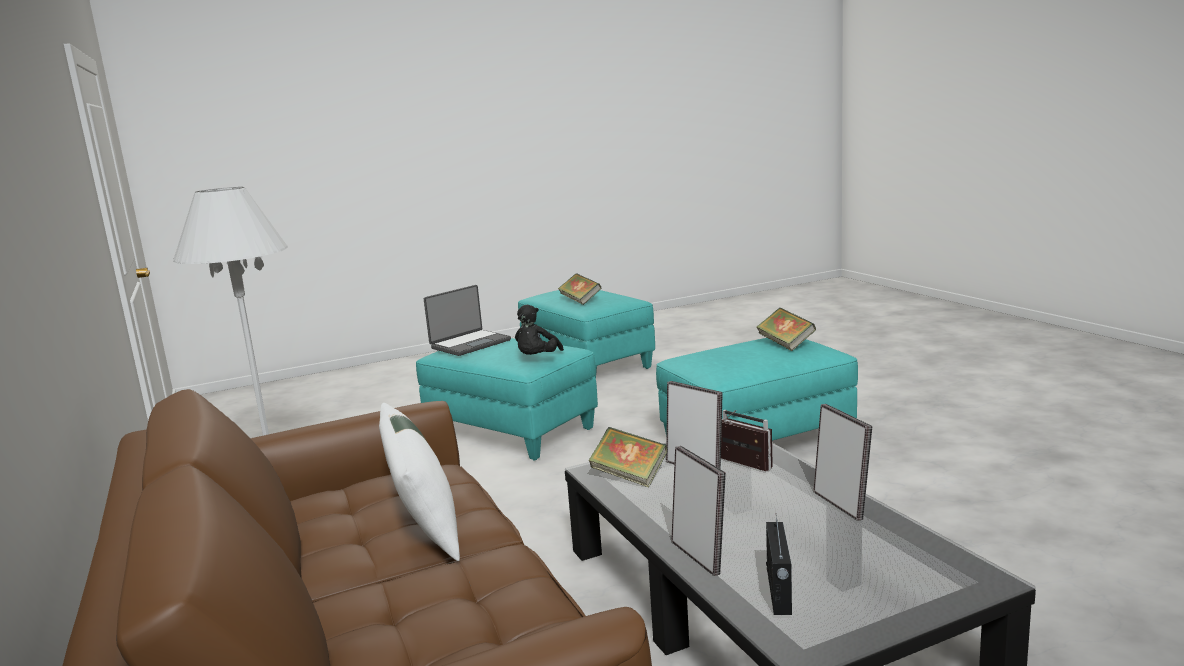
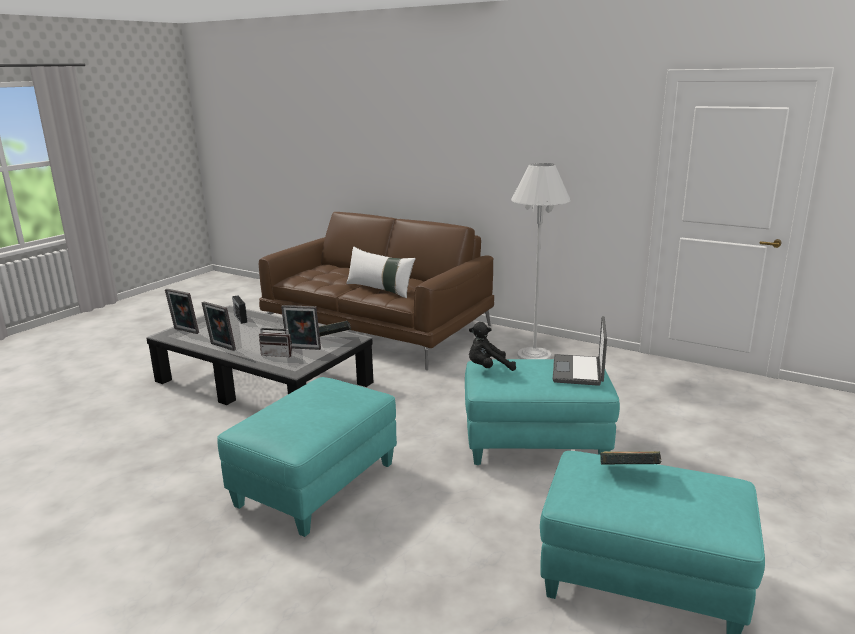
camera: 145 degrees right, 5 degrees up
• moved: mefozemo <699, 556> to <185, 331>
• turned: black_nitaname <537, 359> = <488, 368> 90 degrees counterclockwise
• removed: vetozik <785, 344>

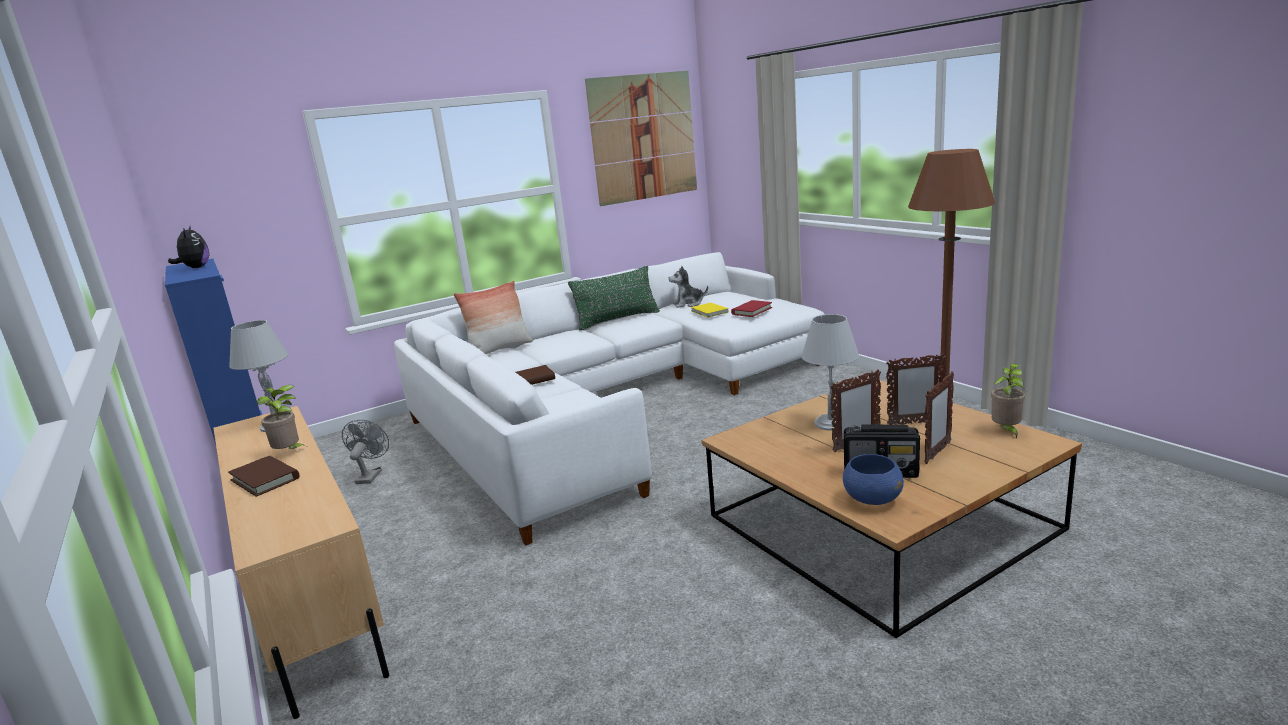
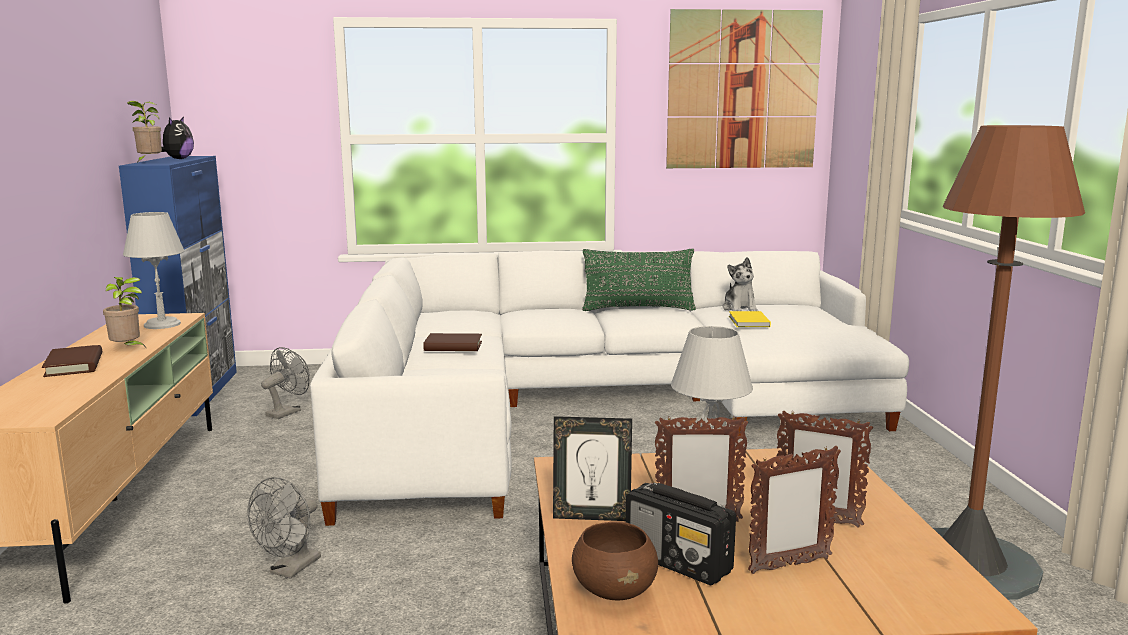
camera: 25 degrees right, 5 degrees down
• moved: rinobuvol <1006, 431> to <148, 162>
• added: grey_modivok <290, 570>
• added: mefozemo <591, 516>
• recoloured: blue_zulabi <872, 499> to brown_zulabi <615, 591>
• turned: nitaname <688, 304> = <739, 309> 120 degrees counterclockwise
• removed: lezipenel <499, 349>
• removed: red_vetozik <751, 311>

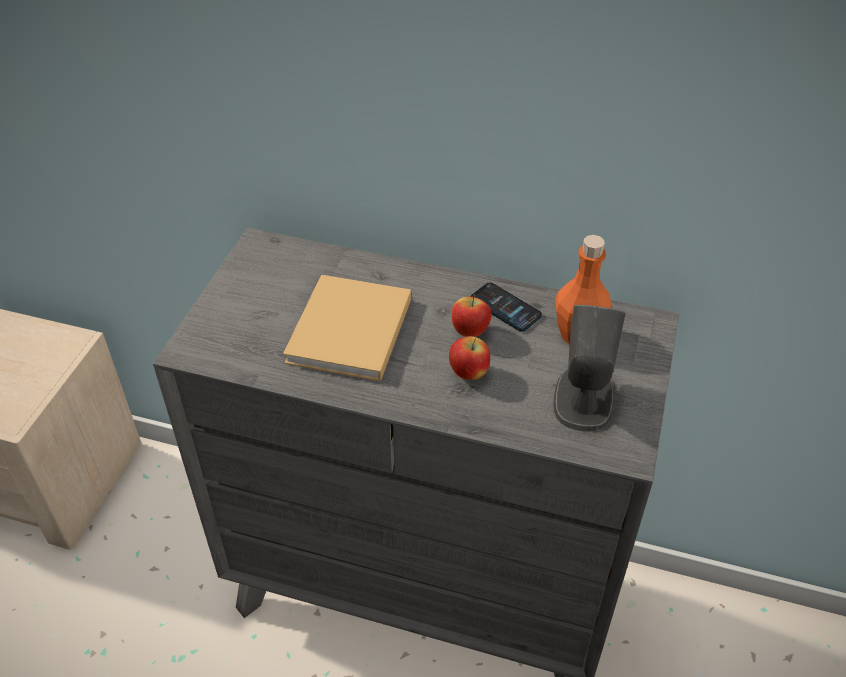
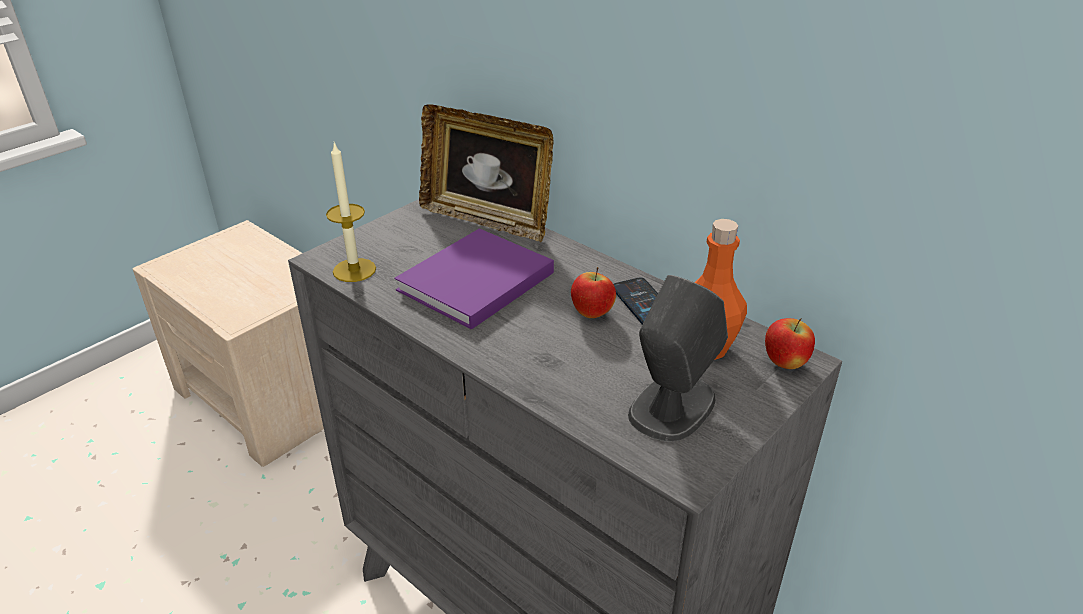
camera: 25 degrees right, 10 degrees down
• added: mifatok <354, 270>
• recoloured: beige_vetozik <348, 333> to purple_vetozik <473, 283>
• added: mefozemo <487, 219>
• moved: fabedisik <468, 373> to <784, 363>

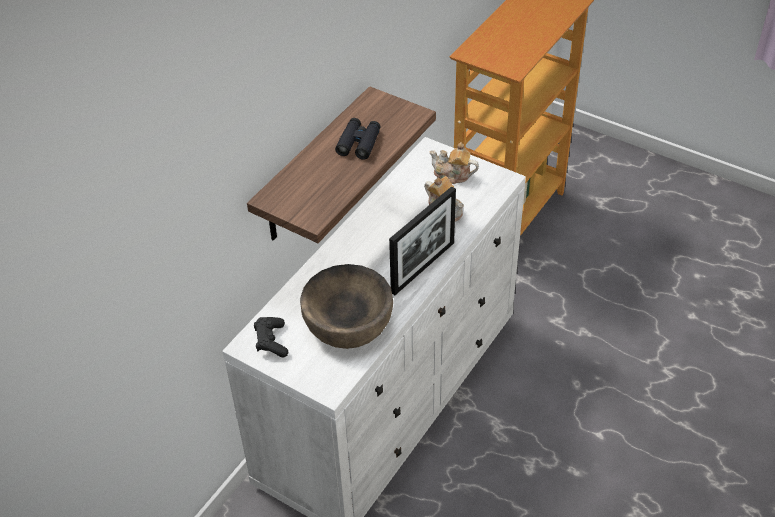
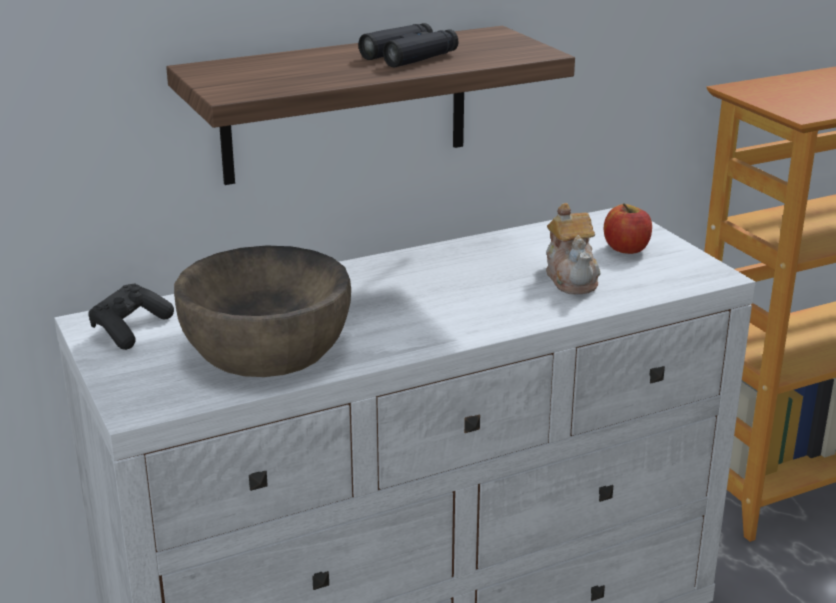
camera: 30 degrees right, 20 degrees down
• replaced: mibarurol <452, 175> to fabedisik <626, 249>
• removed: mefozemo <423, 267>

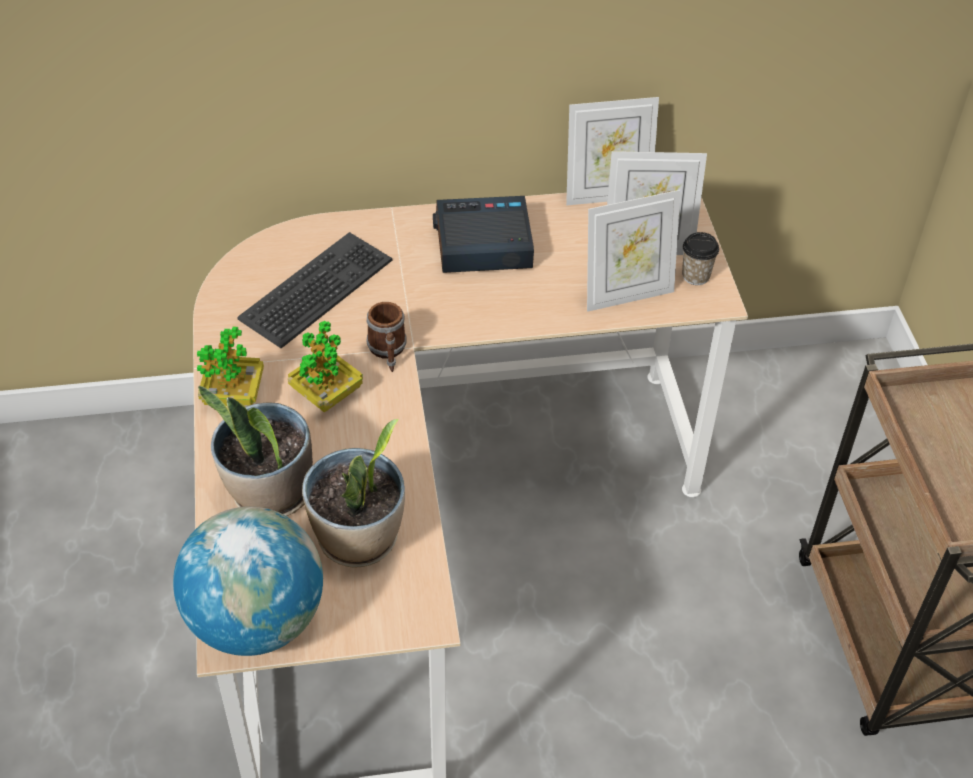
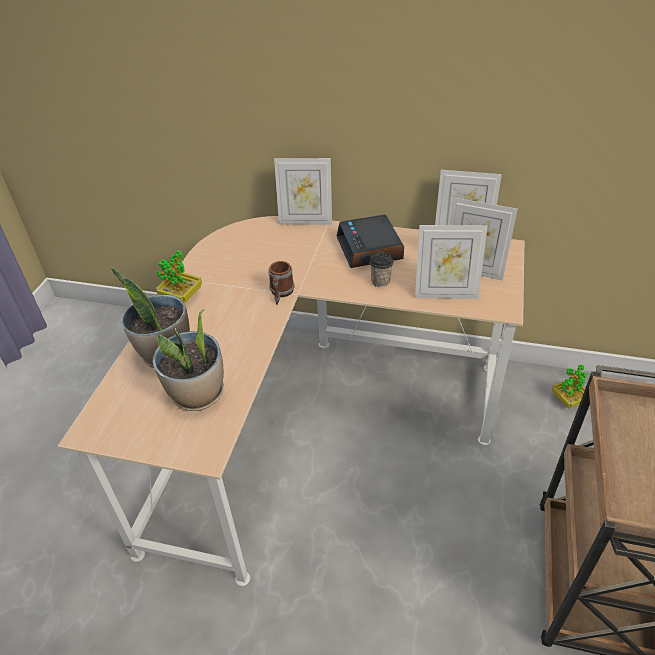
camera: 25 degrees right, 5 degrees down
• added: mefozemo <305, 221>
• turned: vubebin <482, 245> = <370, 249> 120 degrees counterclockwise
• moved: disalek <695, 276> to <380, 281>
• moved: rinobuvol <327, 395> to <568, 400>
• removed: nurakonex <256, 621>
• removed: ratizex <318, 291>

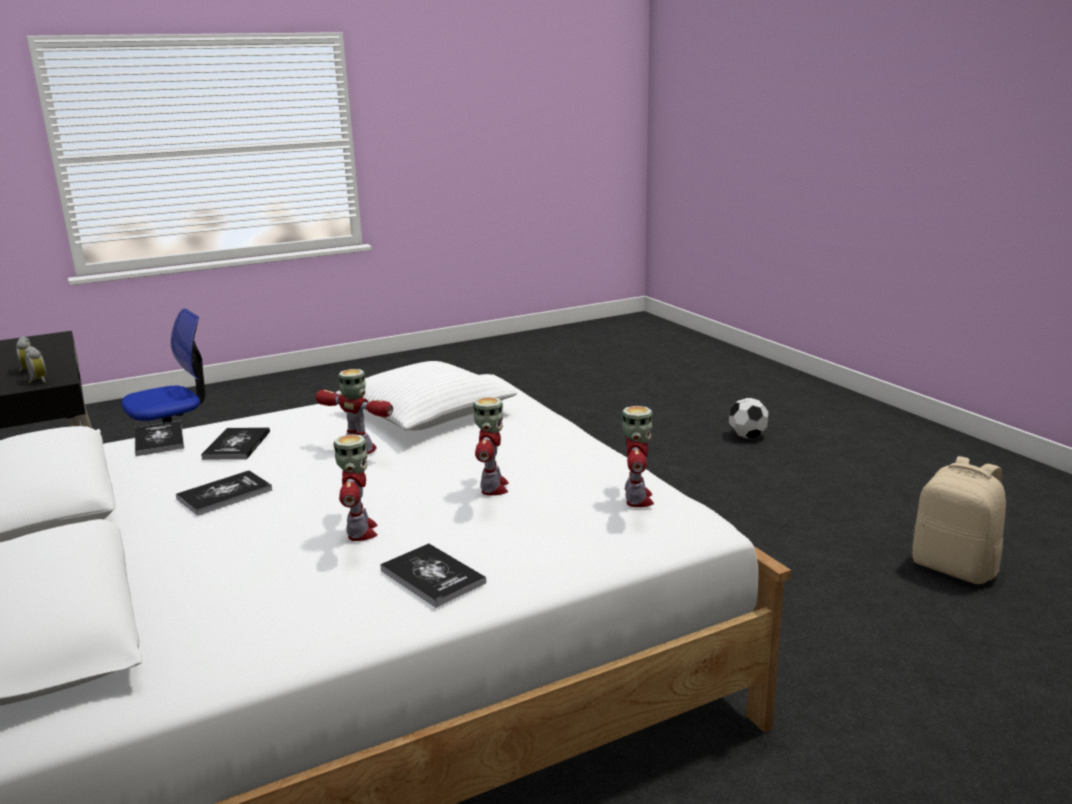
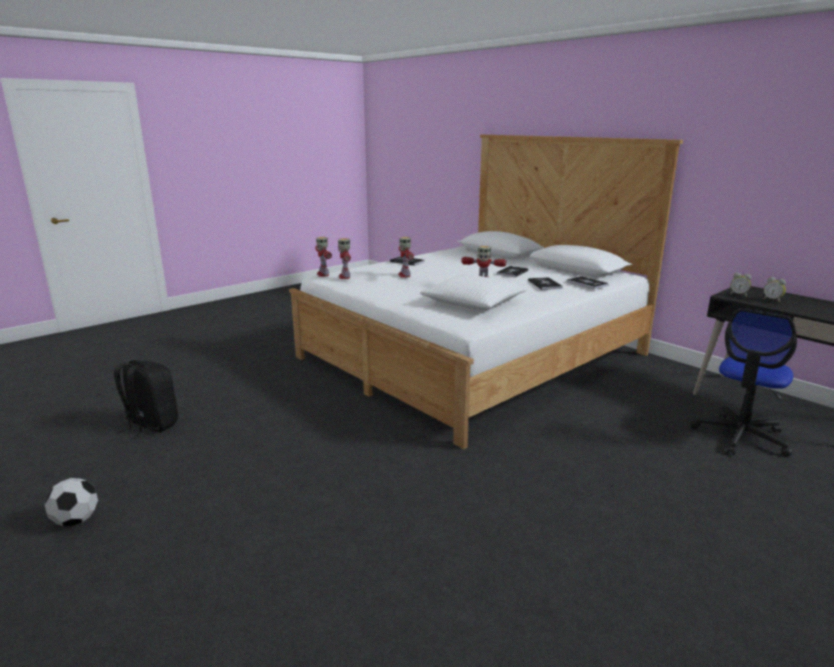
camera: 165 degrees right, 0 degrees up
• moved: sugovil <747, 436> to <76, 520>
• recoloured: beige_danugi <954, 568> to black_danugi <151, 425>
• moved: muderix <360, 532> to <323, 274>

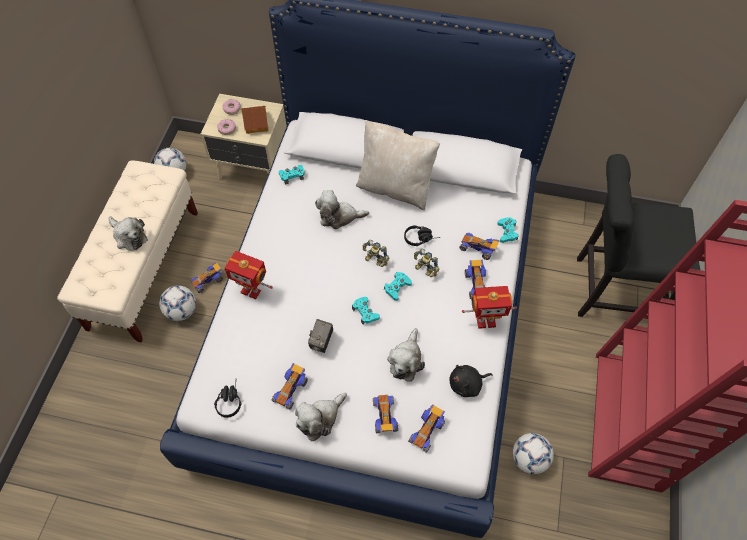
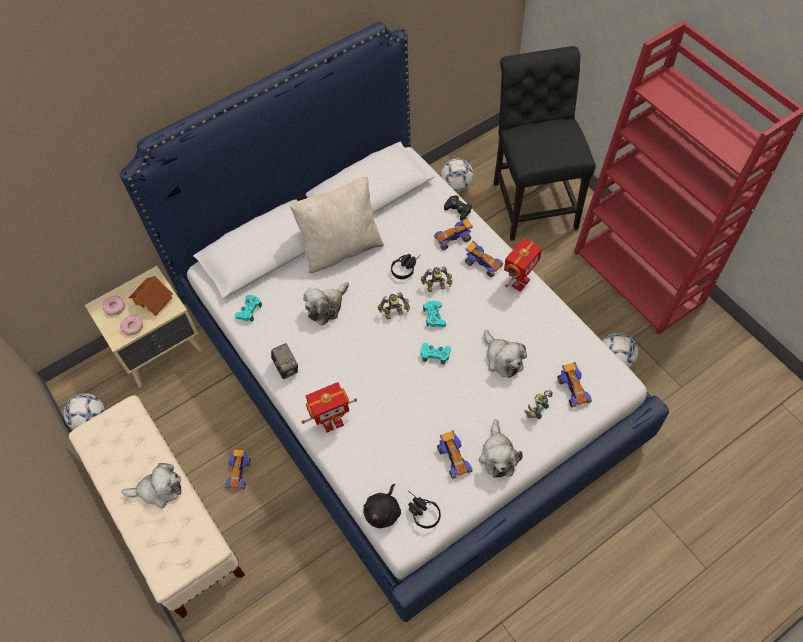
camera: 45 degrees left, 0 degrees up
• moved: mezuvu <321, 342> to <286, 367>
• moved: black_nitaname <467, 384> to <383, 511>
• moved: sugovil <181, 311> to <456, 186>
• recoloured: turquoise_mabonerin <507, 232> to black_mabonerin <458, 210>
• turned: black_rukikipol <610, 290> = <533, 201> 120 degrees clockwise
• replaced: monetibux <385, 417> to muderix <537, 409>

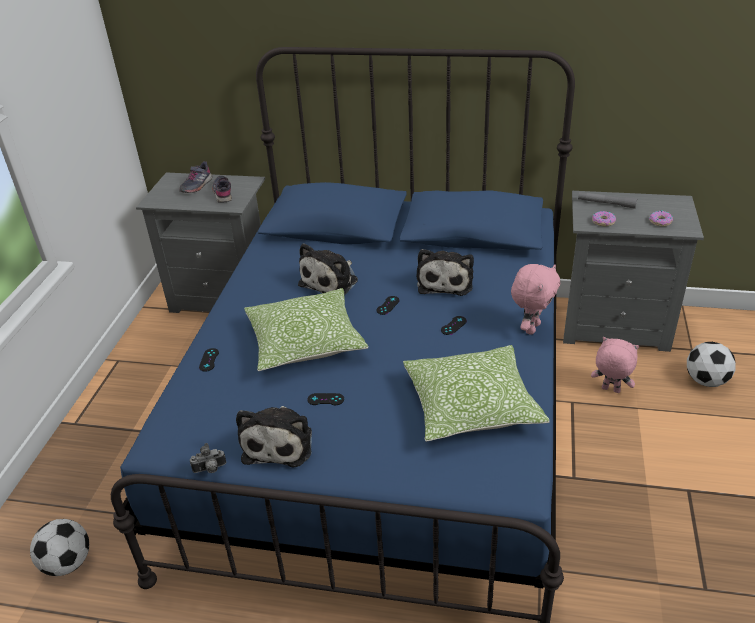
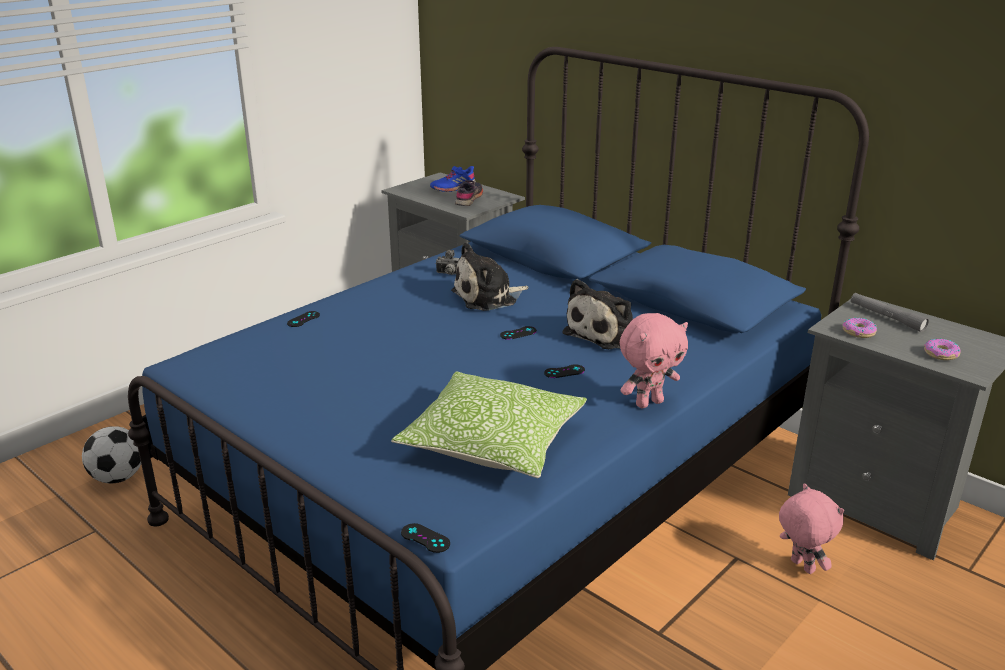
camera: 30 degrees right, 10 degrees down
• moved: black_mabonerin <325, 399> to <425, 538>
• recoloured: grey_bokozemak <196, 185> to blue_bokozemak <453, 188>
• moved: mezuvu <210, 469> to <449, 274>
• removed: nitaname <279, 442>
• removed: lezipenel <305, 342>
• removed: sugovil <706, 380>

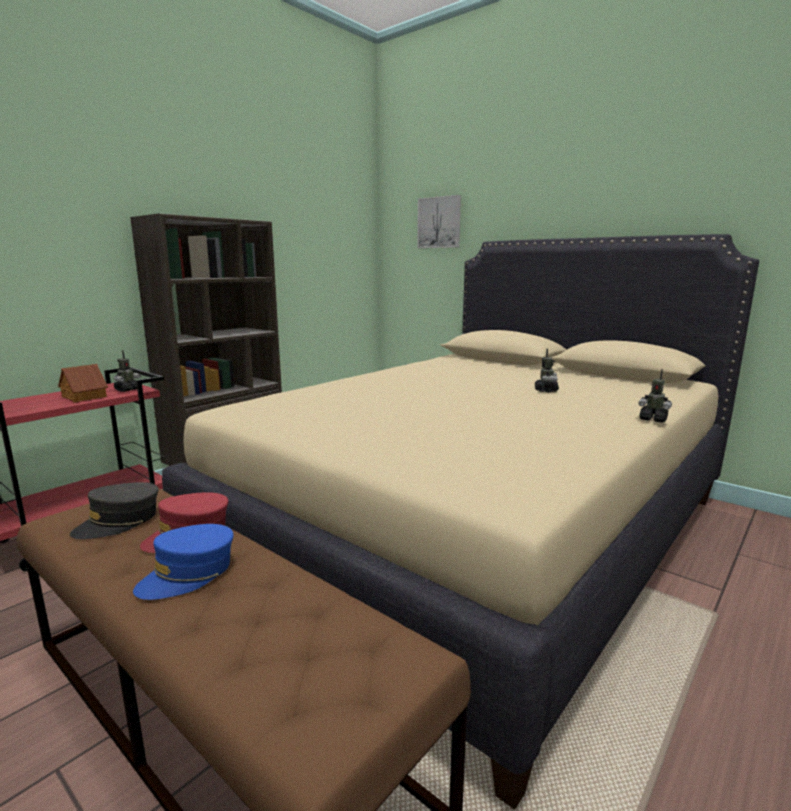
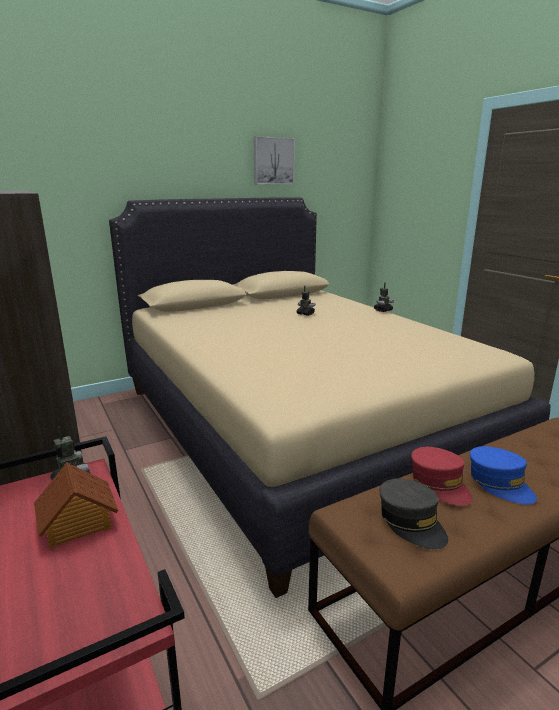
camera: 70 degrees left, 5 degrees up
• moved: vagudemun <440, 222> to <273, 161>

